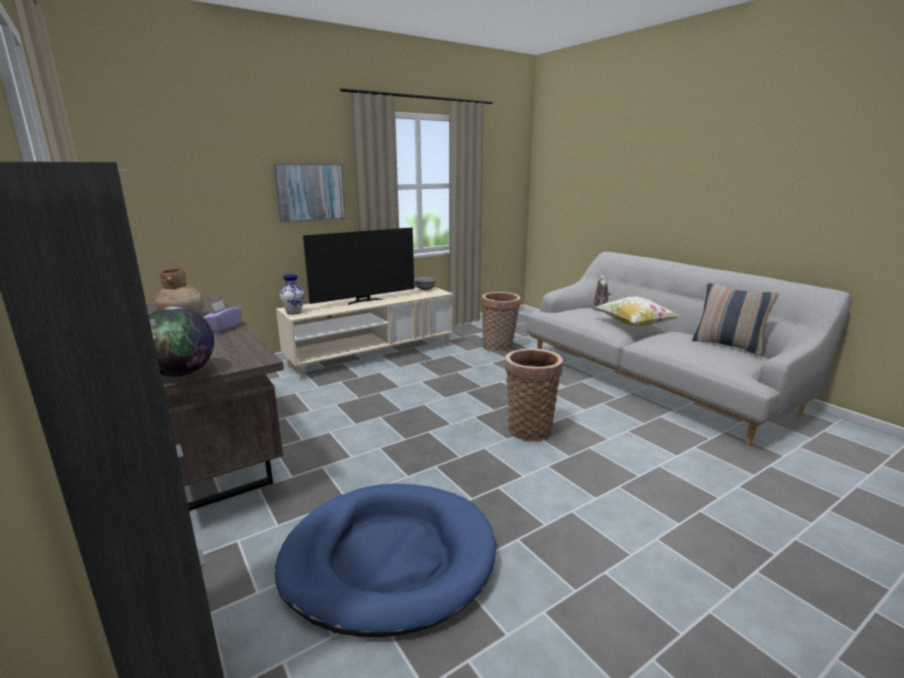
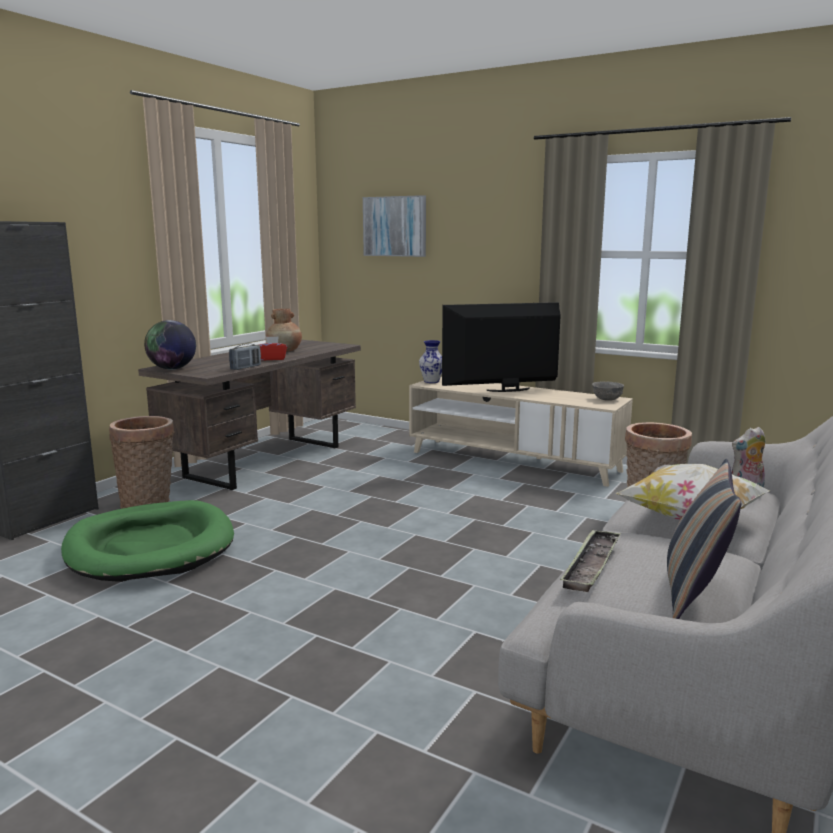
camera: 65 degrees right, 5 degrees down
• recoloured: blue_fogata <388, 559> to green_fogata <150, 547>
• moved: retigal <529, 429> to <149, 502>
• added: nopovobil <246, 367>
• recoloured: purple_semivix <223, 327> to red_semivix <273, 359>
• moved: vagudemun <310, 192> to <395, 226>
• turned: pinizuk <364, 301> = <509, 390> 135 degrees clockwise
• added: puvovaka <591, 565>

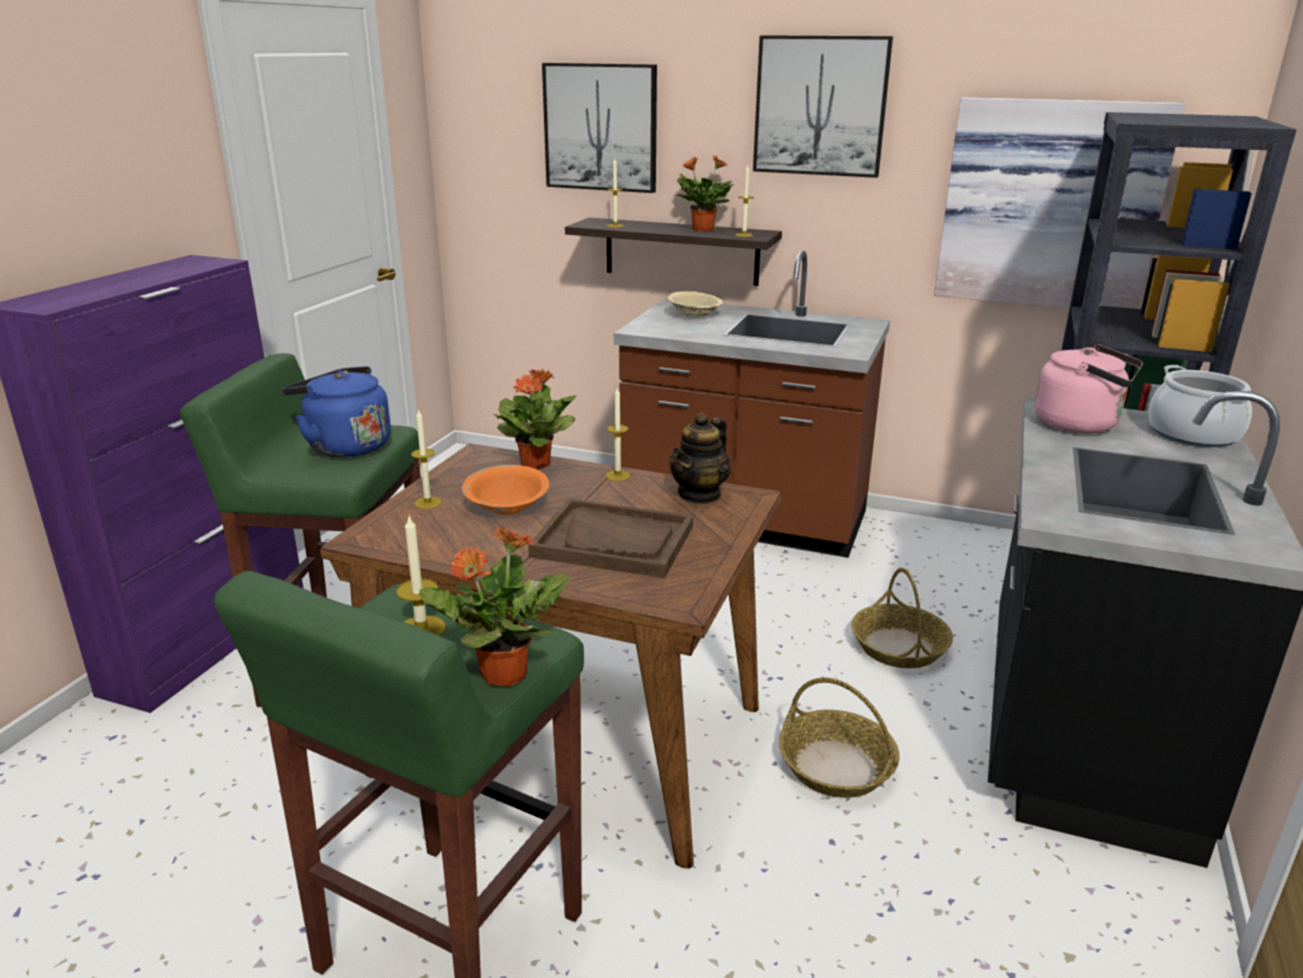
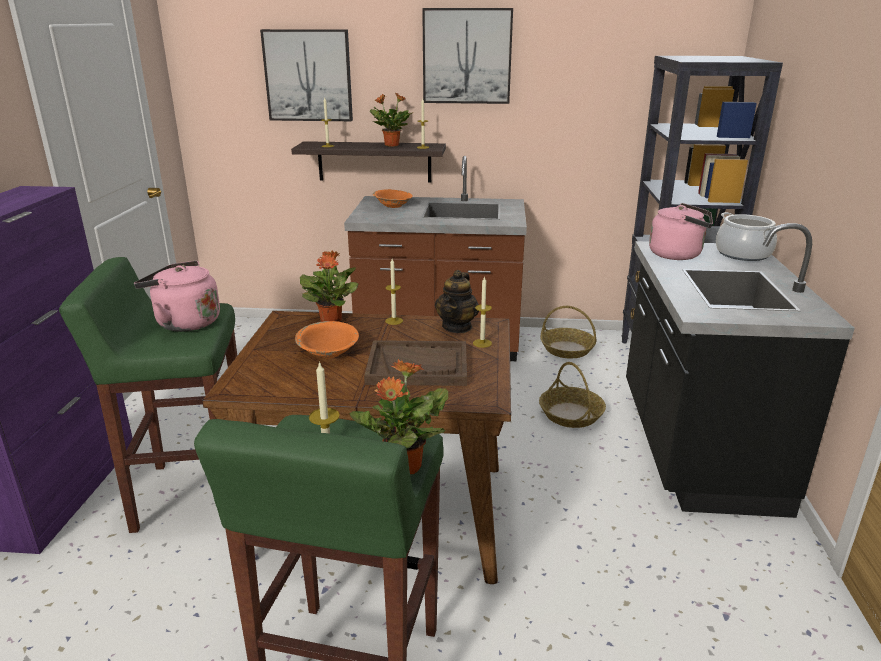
camera: 15 degrees left, 0 degrees up
• recoloured: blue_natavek <345, 446> to pink_natavek <184, 323>
• recoloured: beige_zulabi <694, 315> to orange_zulabi <393, 206>
• moved: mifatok <427, 503> to <482, 343>
• moved: retigal <837, 766> to <567, 349>
• removed: vagudemun <1049, 204>

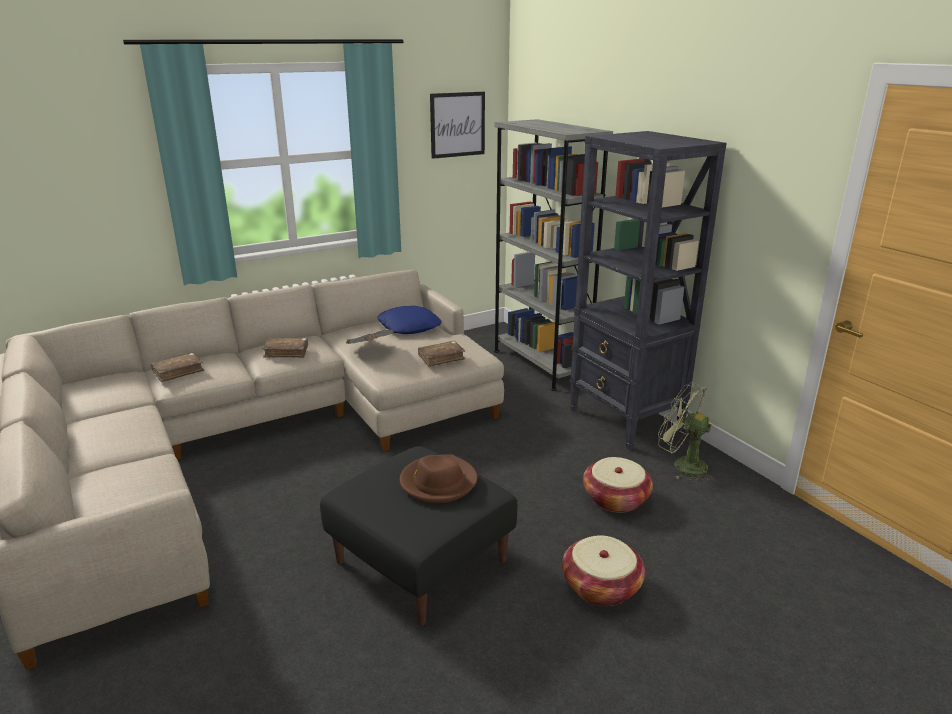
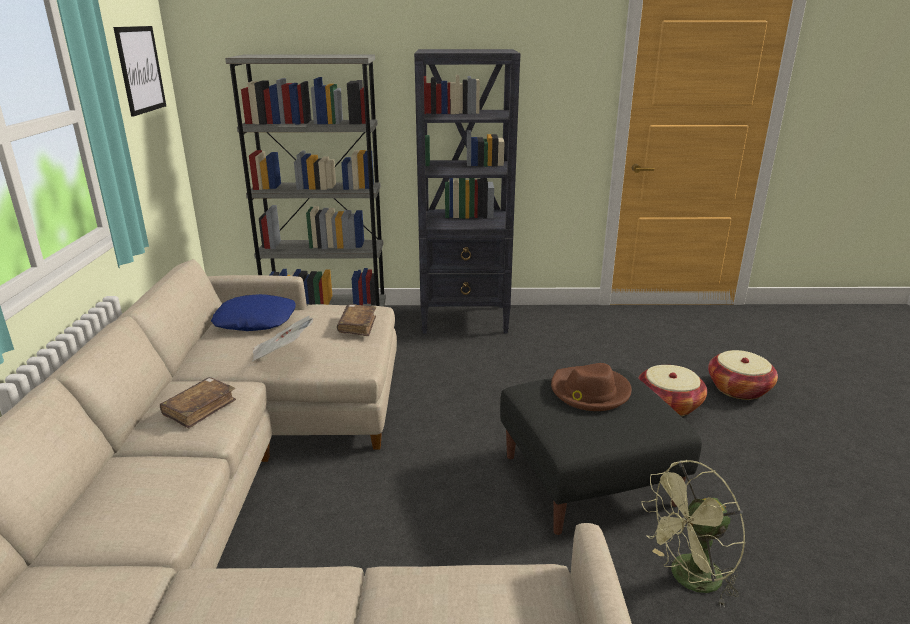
camera: 60 degrees left, 0 degrees up
• moved: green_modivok <682, 465> to <688, 580>
• moved: retigal <615, 499> to <738, 389>
• removed: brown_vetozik <178, 372>

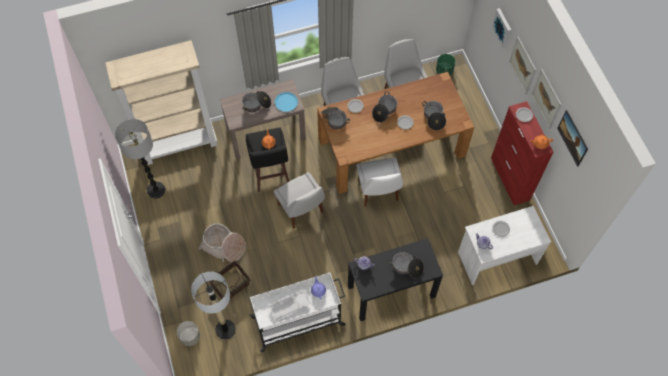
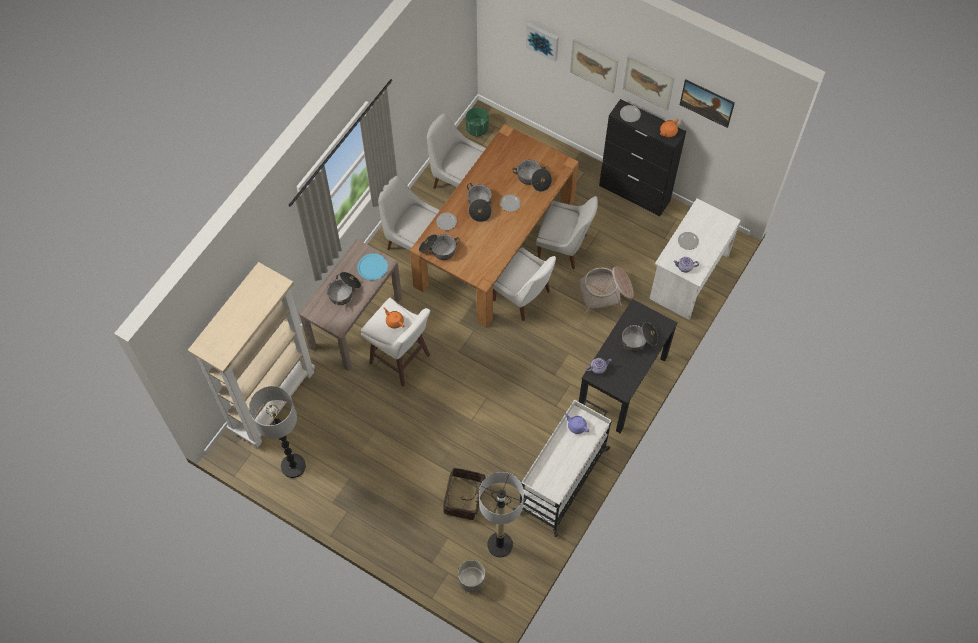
camera: 40 degrees left, 0 degrees up
• recoloured: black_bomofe <271, 175> to white_bomofe <401, 360>
• moved: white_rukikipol <301, 210> to <564, 247>
• moved: retigal <223, 246> to <606, 292>
• recoloured: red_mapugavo <510, 179> to black_mapugavo <634, 193>
• removed: white_puvovaka <289, 306>

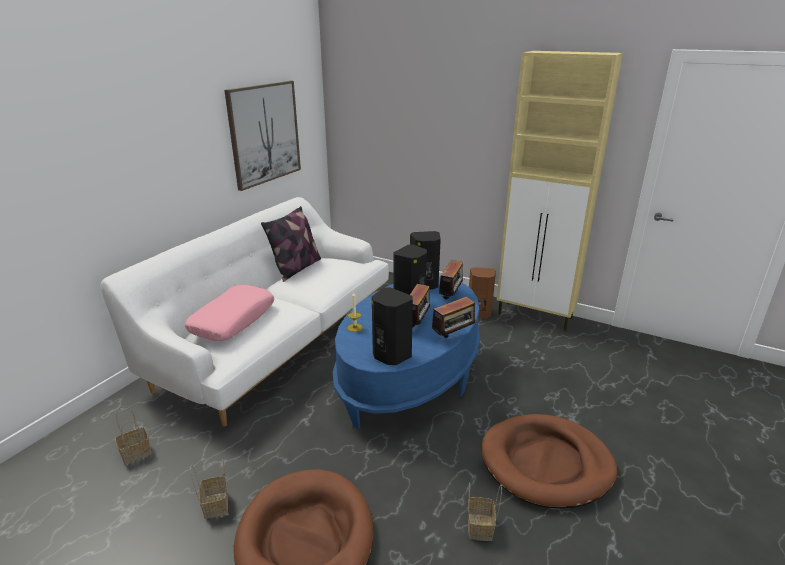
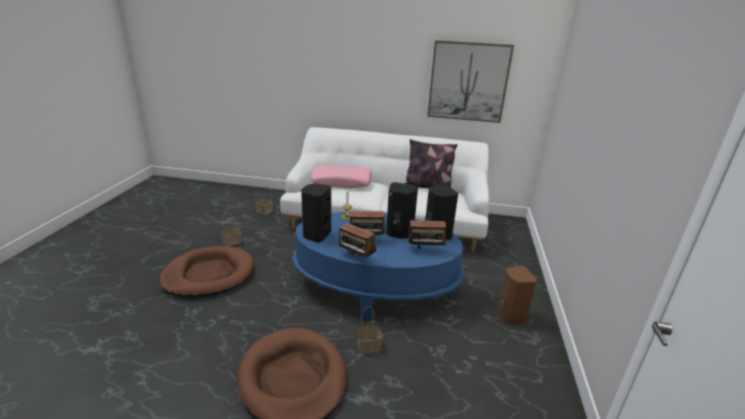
camera: 70 degrees right, 0 degrees up
• moved: retigal <480, 528> to <368, 346>
• removed: beige_mapugavo <535, 316>

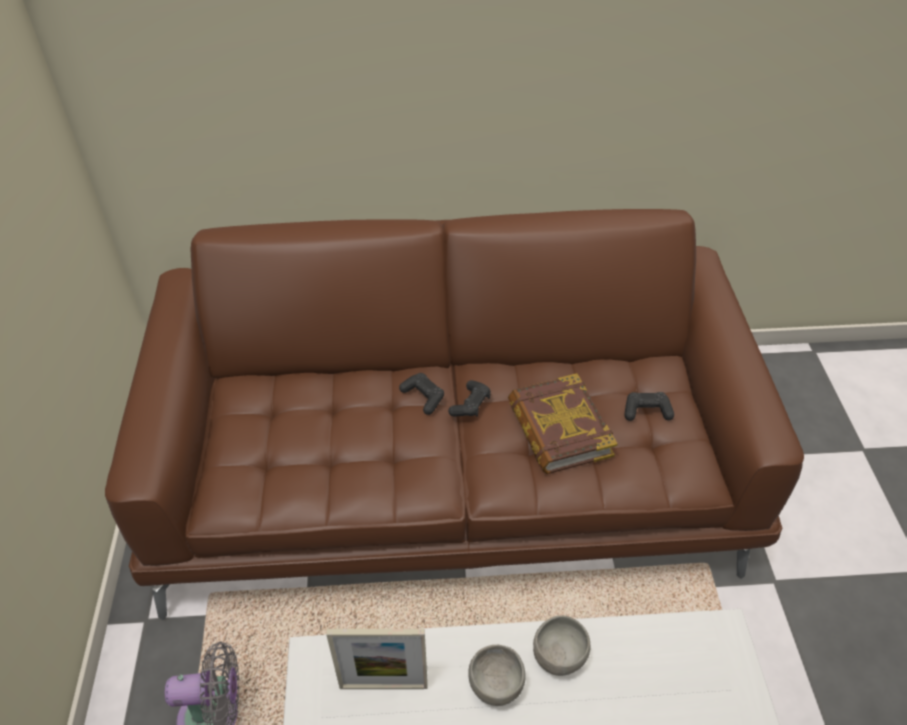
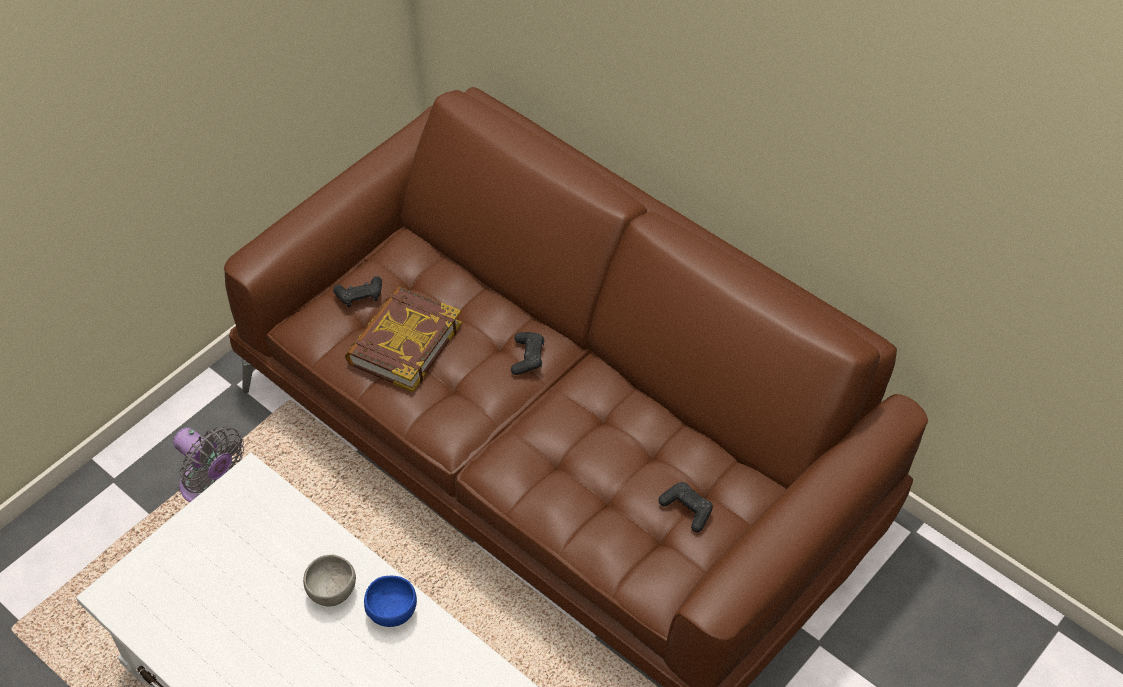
camera: 45 degrees right, 5 degrees up
• moved: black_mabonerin <470, 404> to <360, 296>
• moved: vetozik <559, 429> to <404, 343>
• recoloured: grey_zulabi <557, 656> to blue_zulabi <391, 611>
• removed: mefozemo <383, 686>

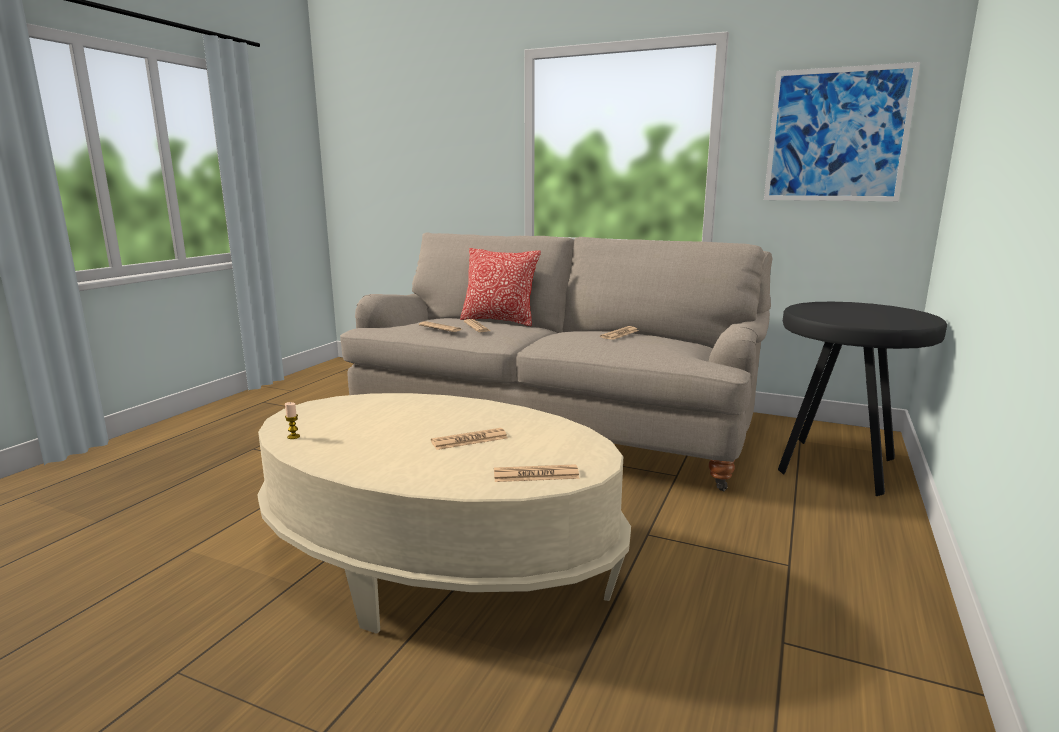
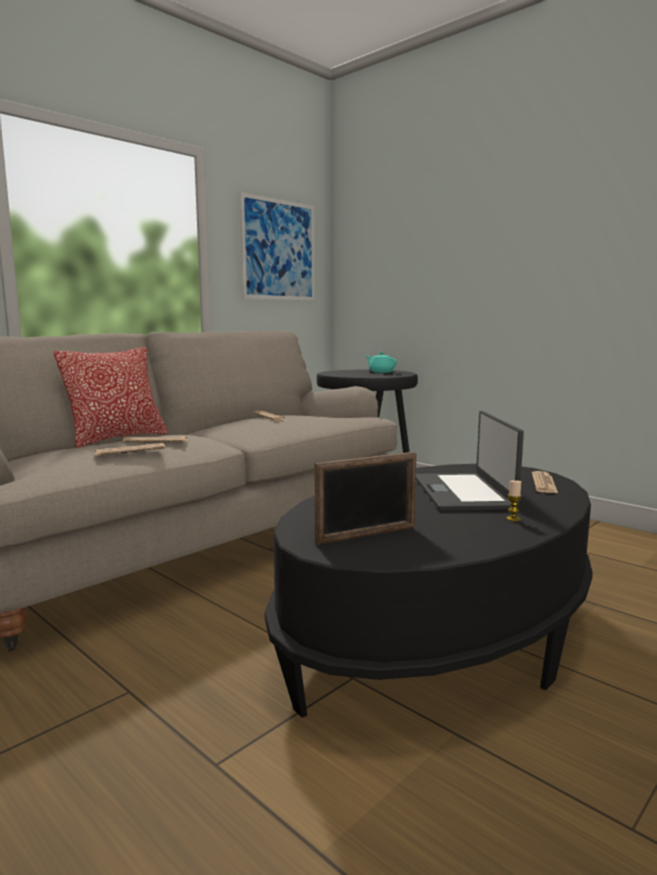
camera: 70 degrees left, 5 degrees down
• recoloured: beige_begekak <437, 562> to black_begekak <439, 638>
• added: mefozemo <366, 535>
• added: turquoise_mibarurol <381, 372>
• replaced: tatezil <469, 440> to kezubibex <463, 492>
• moved: mifatok <293, 437> to <513, 519>

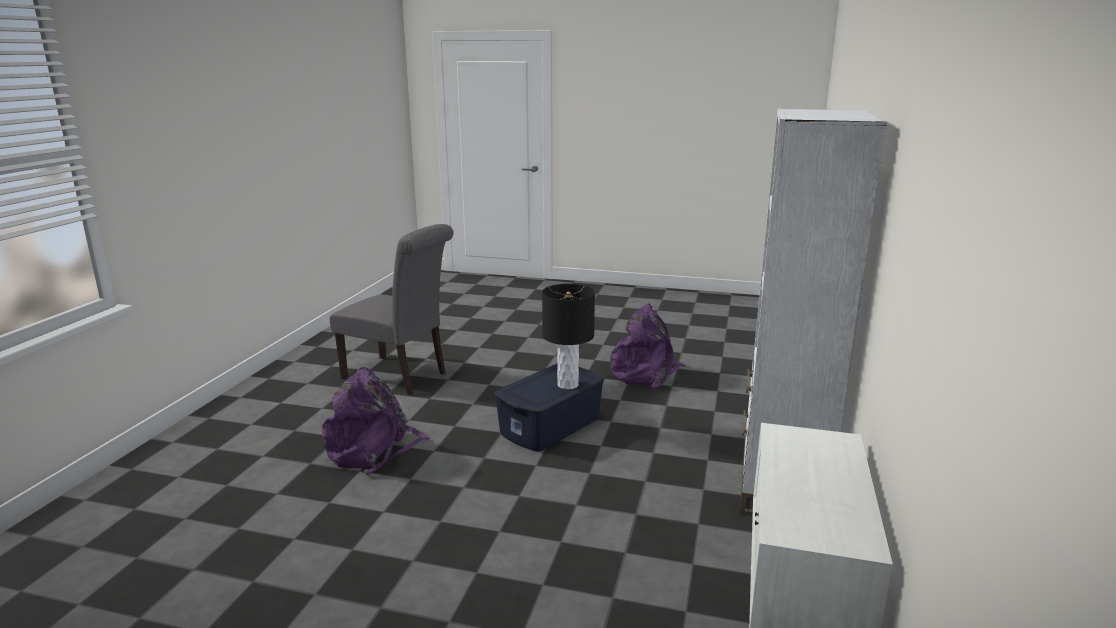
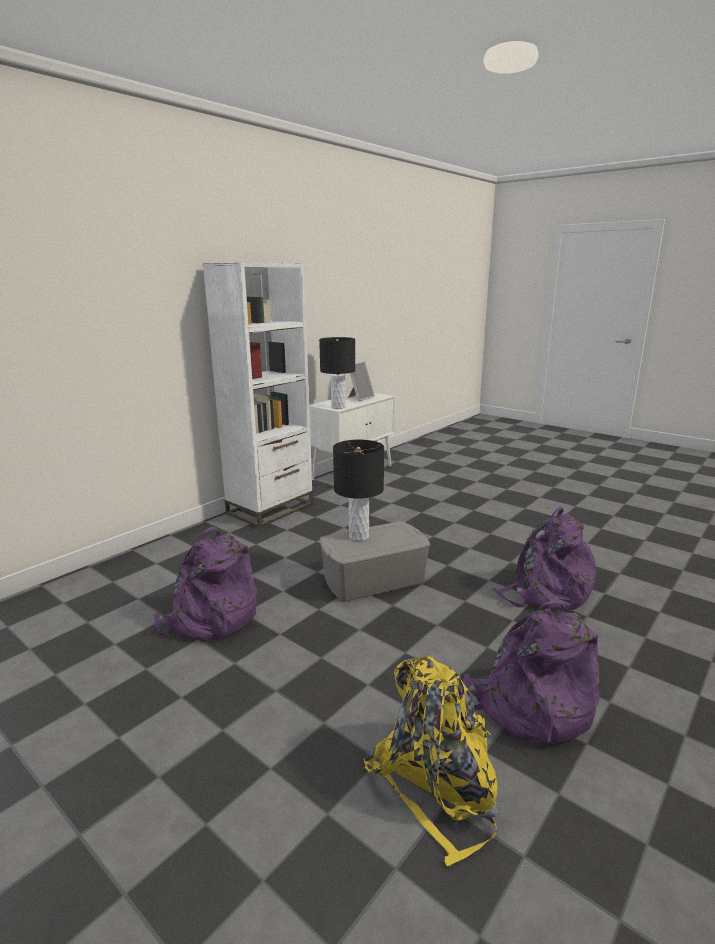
camera: 155 degrees left, 0 degrees up
• added: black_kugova <338, 407>
• recoloured: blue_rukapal <551, 426> to grey_rukapal <373, 579>
• added: mefozemo <360, 398>
• added: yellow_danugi <437, 782>
• replaced: grey_rukikipol <400, 376> to purple_danugi <529, 707>

